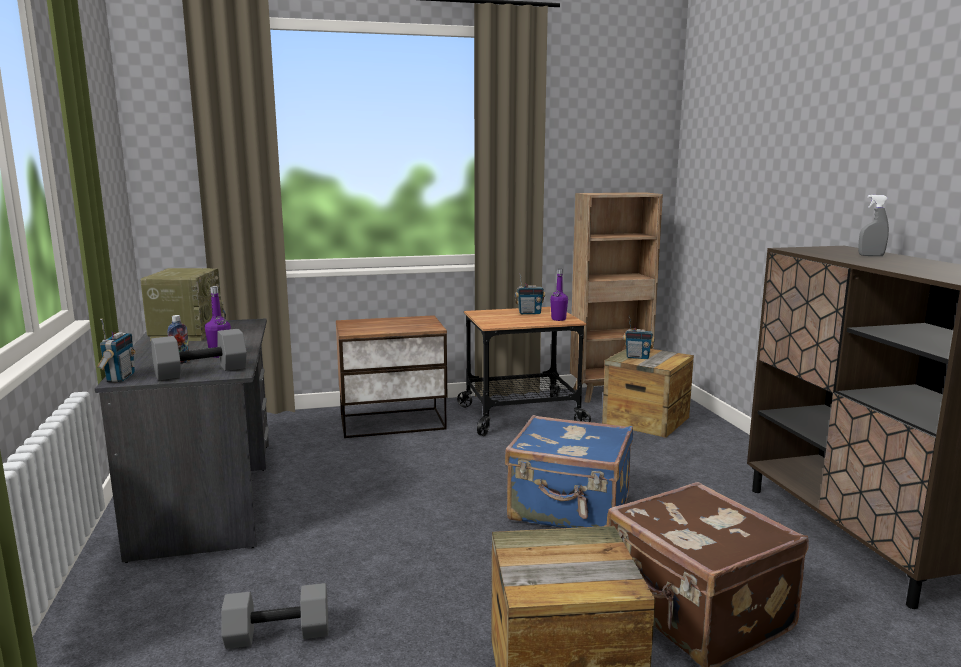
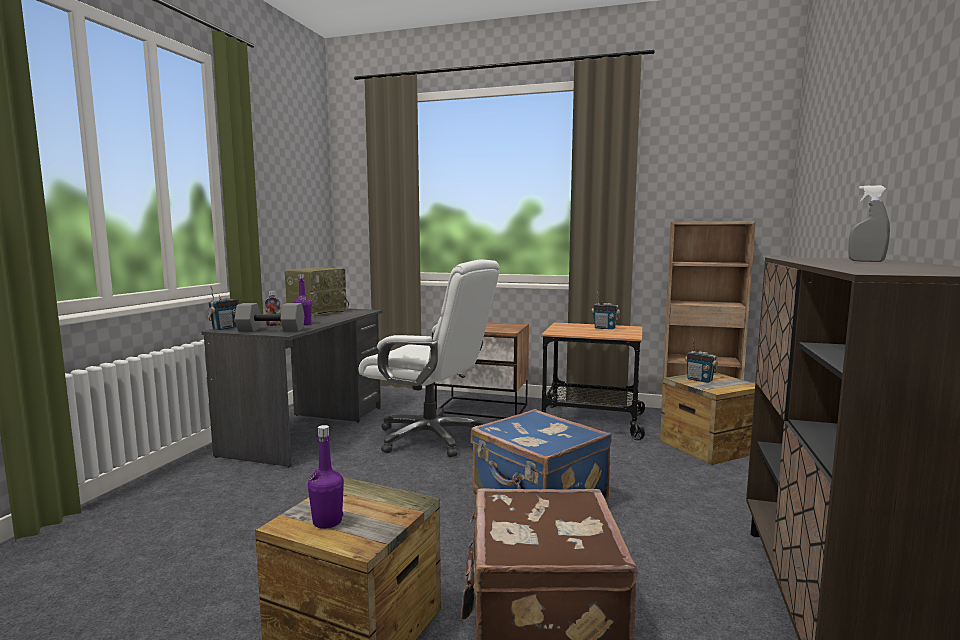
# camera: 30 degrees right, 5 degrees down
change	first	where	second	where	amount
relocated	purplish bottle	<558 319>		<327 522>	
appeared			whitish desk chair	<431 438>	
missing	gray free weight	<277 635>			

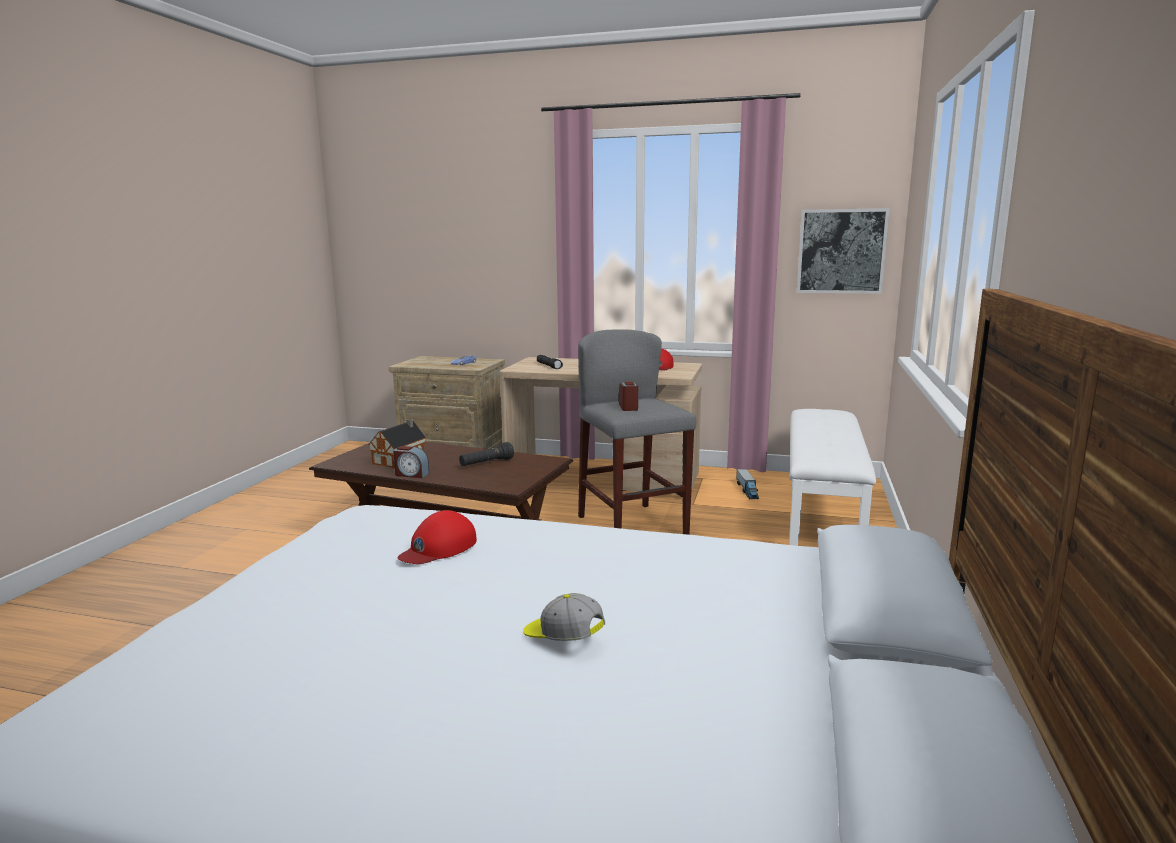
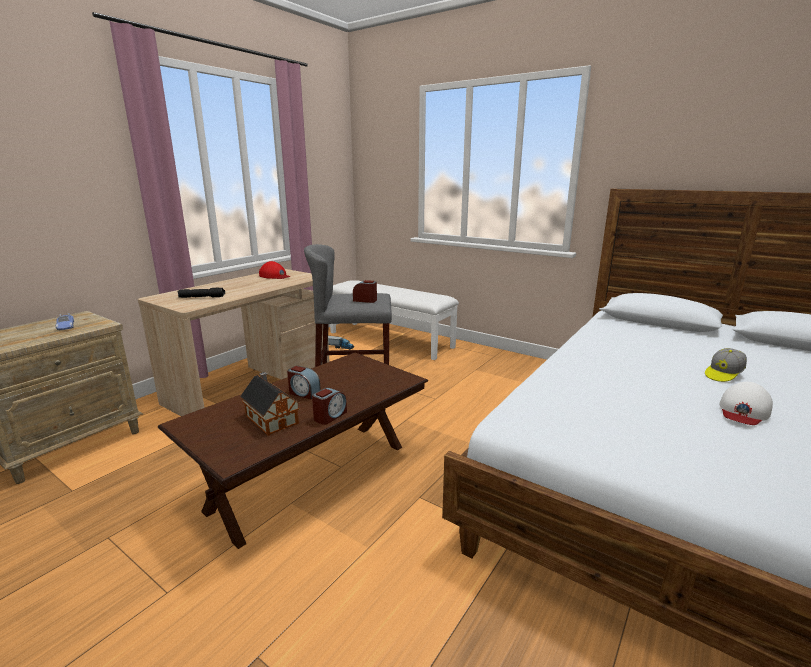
# camera: 70 degrees left, 5 degrees up
change	first	where	second	where	amount
appeared			table clock	<304 393>	
appeared			whitish peaked cap	<743 410>	
missing	red peaked cap	<438 548>			
missing	black hand torch	<486 463>			
missing	wall picture	<841 251>			

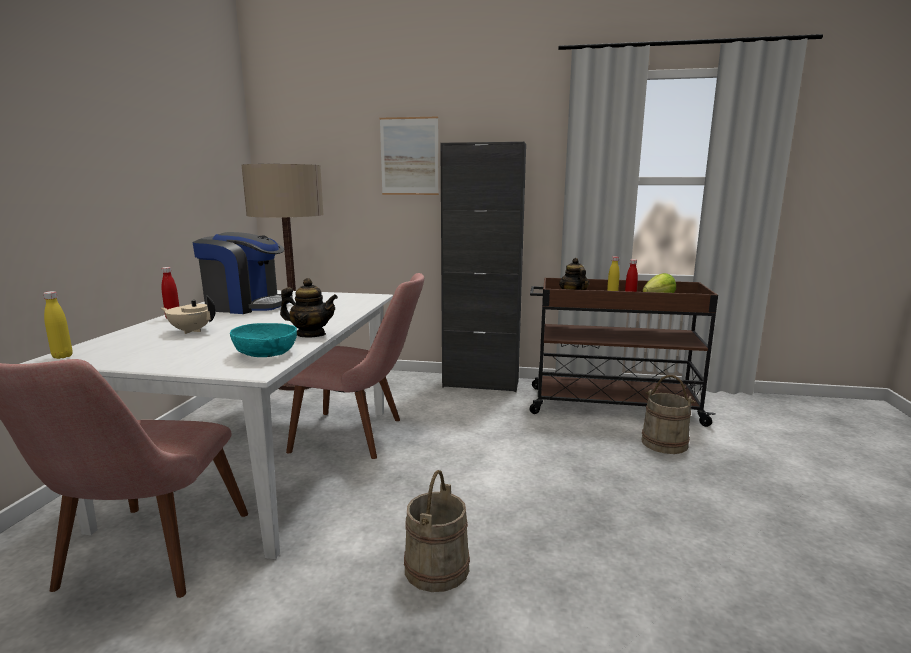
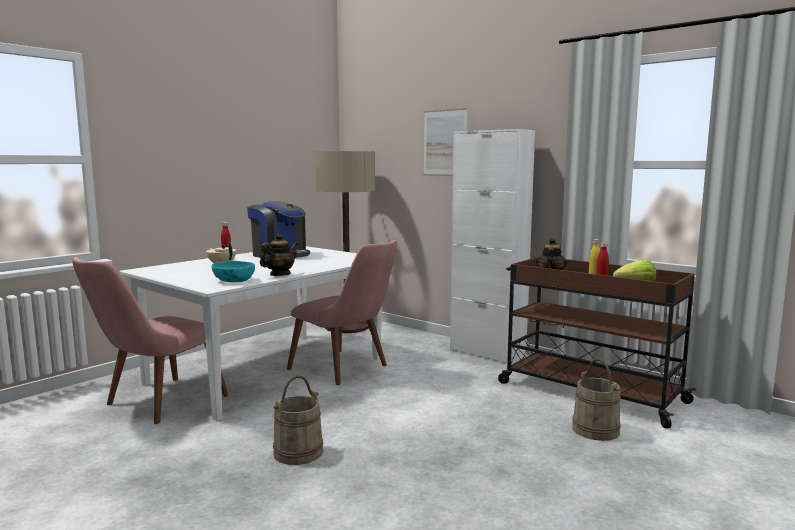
# camera: 30 degrees right, 5 degrees down
change	first	where	second	where	amount
spun	tea pot	<311 335>		<279 275>	90 degrees counterclockwise
colour	black storage cabinet	<481 383>	whitish storage cabinet	<487 353>	
missing	yellowish bottle	<62 356>			

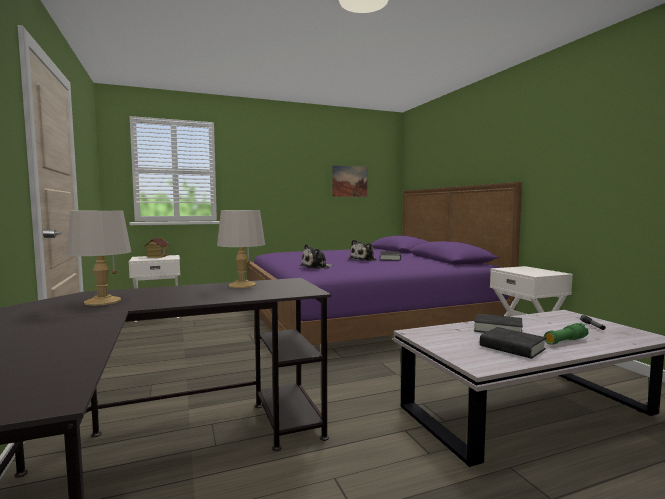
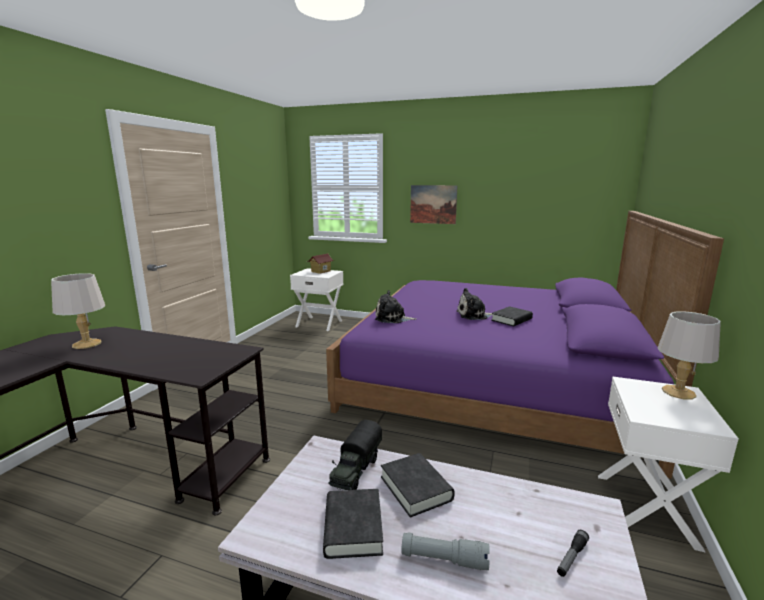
# camera: 40 degrees right, 10 degrees up
change	first	where	second	where	amount
appeared			toy lorry	<356 470>	
colour	greenish hand torch	<565 341>	gray hand torch	<444 559>	
relocated	wall picture	<349 181>		<433 204>	
relocated	gray tabletop lamp	<242 285>		<678 392>	

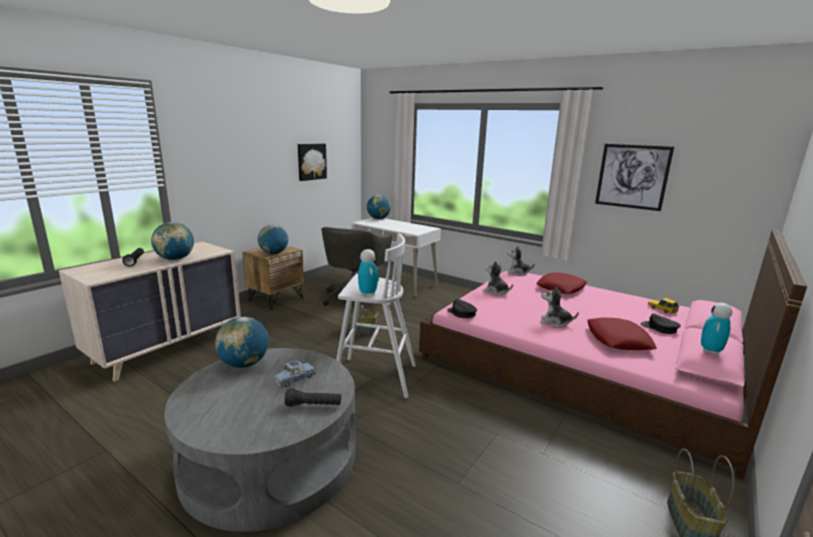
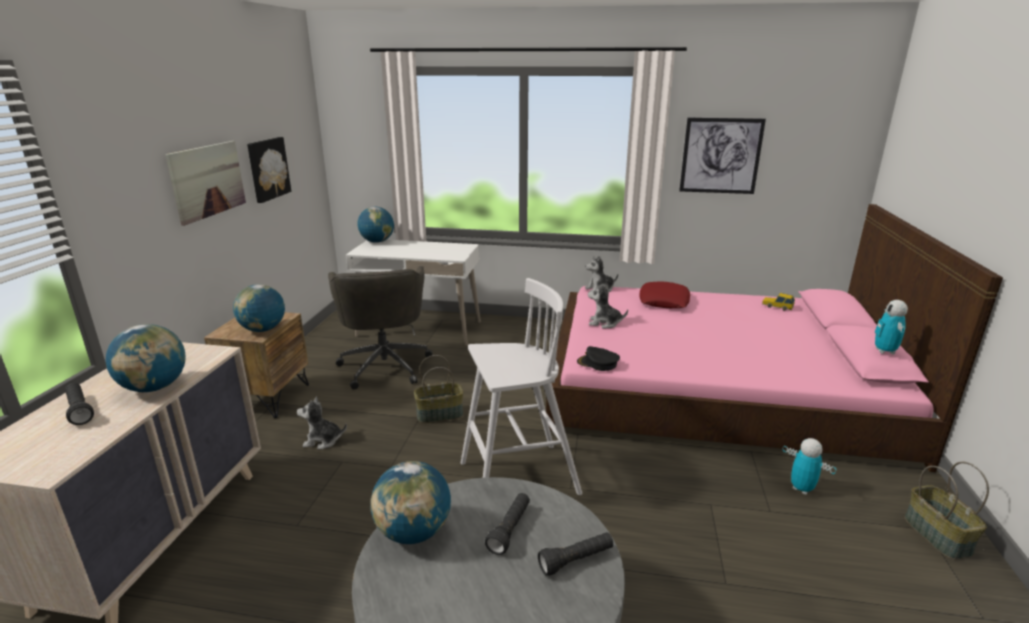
# camera: 25 degrees left, 5 degrees up
change	first	where	second	where	amount
appeared			wall picture	<208 180>	
relocated	plush toy	<555 322>		<323 440>	
exchanged	blue-coloured miniature car	<295 379>	black hand torch	<510 530>	
relocated	toy robot	<368 294>		<801 489>	
missing	red throw pillow	<618 340>			
missing	black peaked cap	<659 328>			

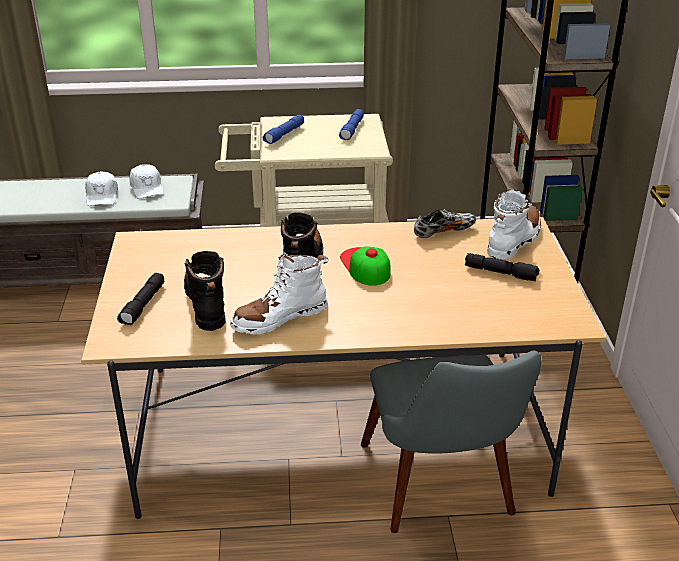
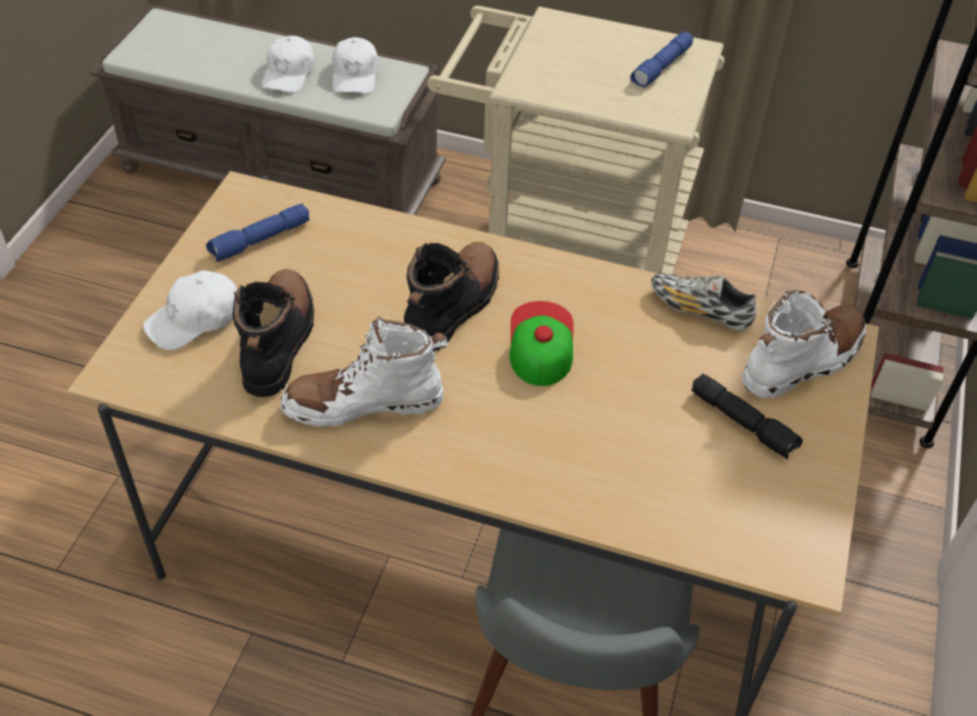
# camera: 20 degrees right, 15 degrees up
change	first	where	second	where	amount
exchanged	black hand torch	<143 305>	whitish peaked cap	<195 319>	
relocated	blue-coloured hand torch	<284 135>		<260 241>	
spun	low shoe	<444 232>		<699 310>	150 degrees counterclockwise

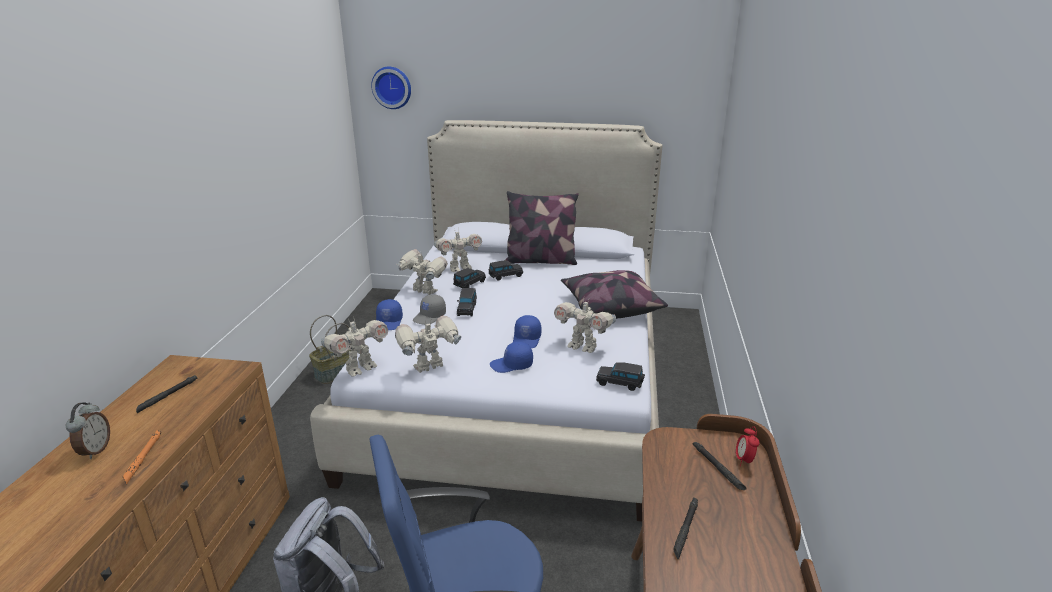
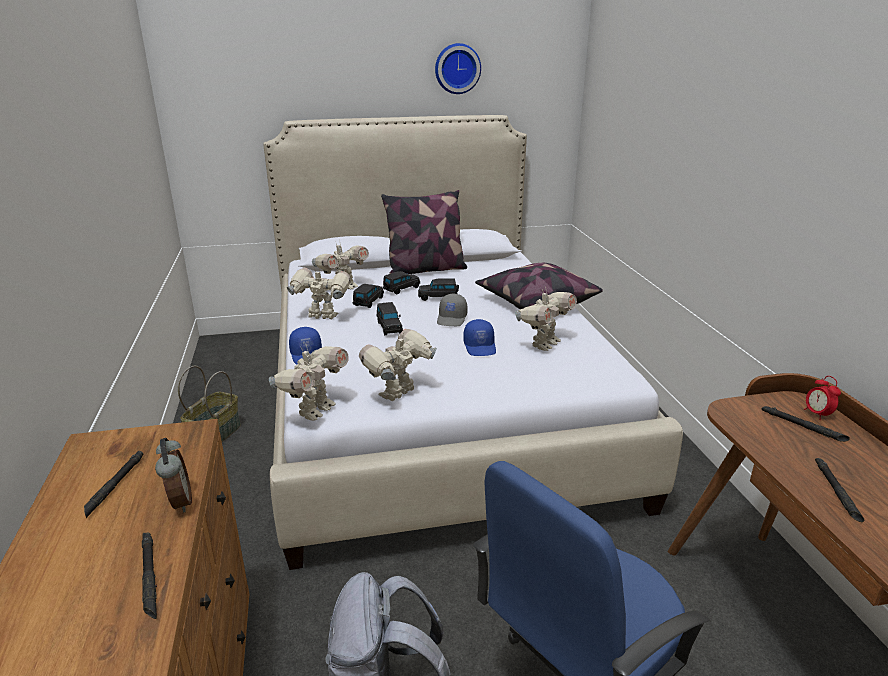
# camera: 20 degrees left, 0 degrees up
change	first	where	second	where	amount
colour	orange-coloured hand torch	<143 459>	black hand torch	<150 577>	
relocated	table clock	<95 450>		<179 502>	
relocated	black miniature car	<620 383>		<438 297>	
relocated	clock on the wall	<392 87>		<457 68>	
relocated	gray peaked cap	<430 317>		<452 319>	
spun	toy robot	<583 347>		<543 344>	60 degrees counterclockwise
missing	blue-coloured peaked cap	<511 365>			

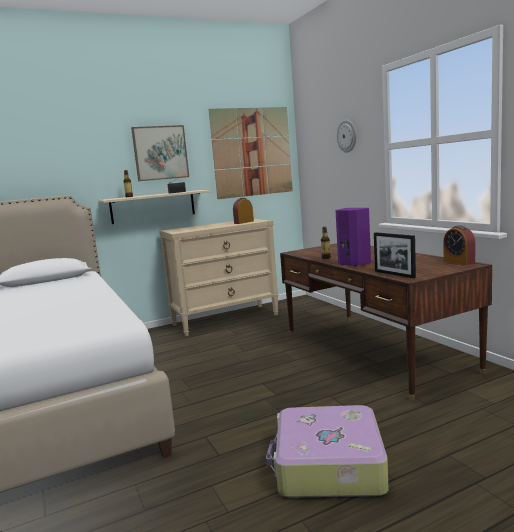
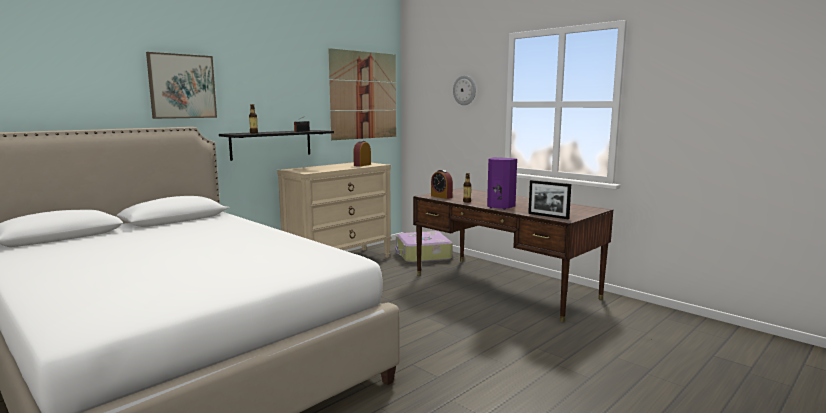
# camera: 20 degrees left, 0 degrees up
change	first	where	second	where	amount
relocated	wall picture	<160 153>		<182 86>	
colour	beige-coloured wall shelf	<153 206>	black wall shelf	<271 144>	
relocated	piece of luggage	<328 466>		<422 255>	
relocated	table clock	<459 262>		<441 197>	

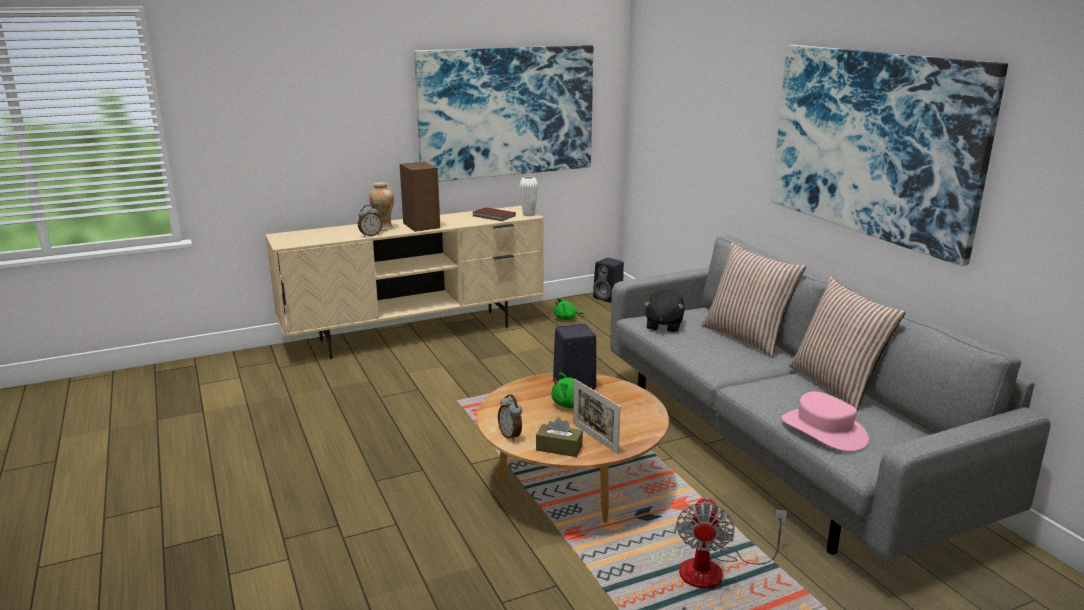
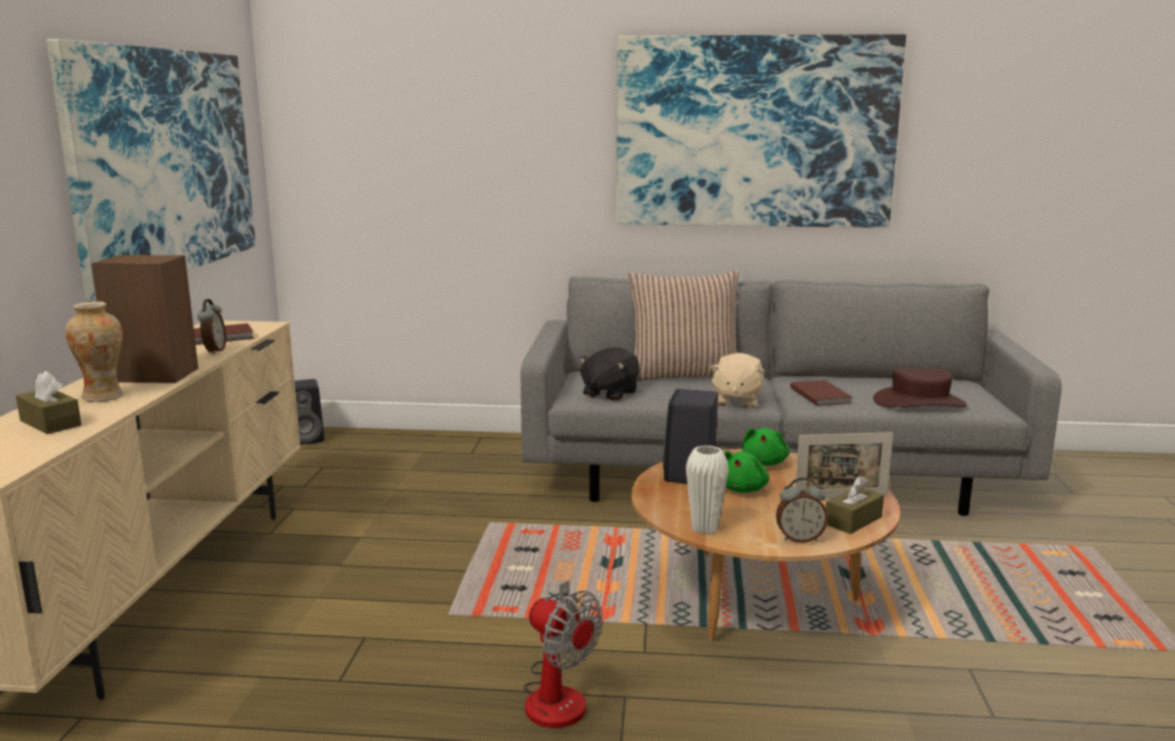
# camera: 60 degrees left, 5 degrees down
change	first	where	second	where	amount
appeared			brown tissue holder	<50 423>	
relocated	table clock	<370 235>		<214 351>	
relocated	fan	<714 570>		<558 693>	
spun	black plush toy	<663 326>		<609 393>	75 degrees clockwise
relocated	whitish flower vase	<528 215>		<704 528>	
appeared			beige-coloured plush toy	<736 401>	
relocated	greenish plush toy	<566 318>		<765 463>	
appeared			brown book	<821 395>	
colour	pink-coloured hat	<824 430>	brown hat	<919 402>	
missing	throw pillow	<836 385>			

